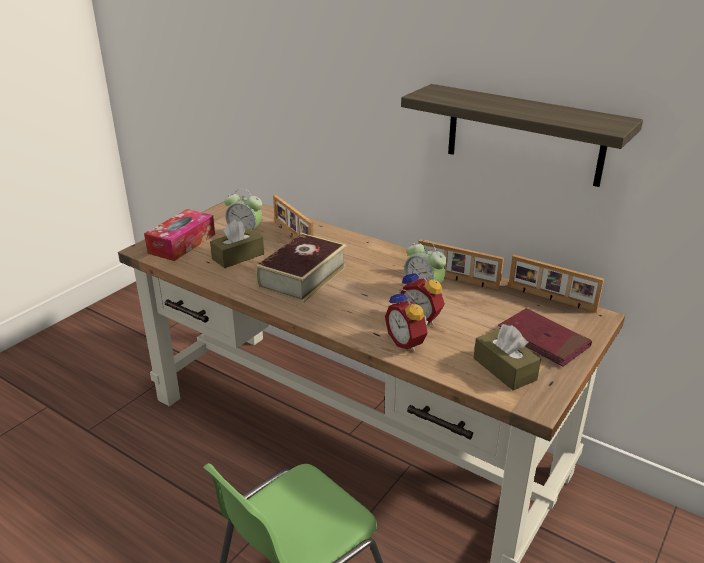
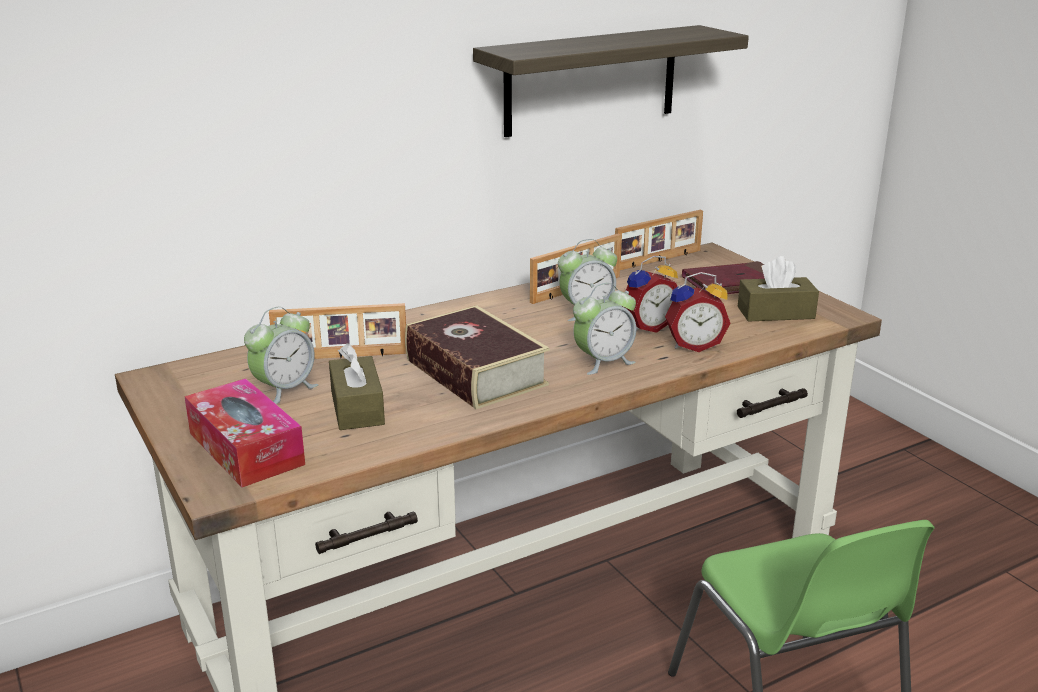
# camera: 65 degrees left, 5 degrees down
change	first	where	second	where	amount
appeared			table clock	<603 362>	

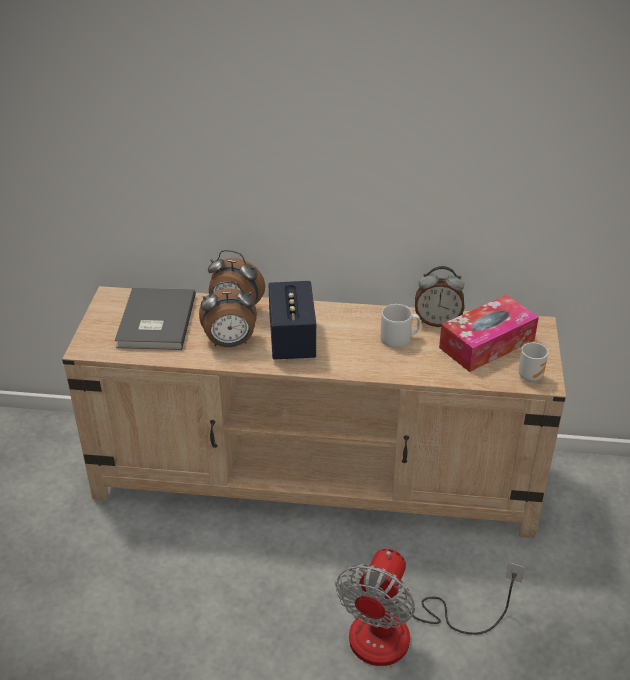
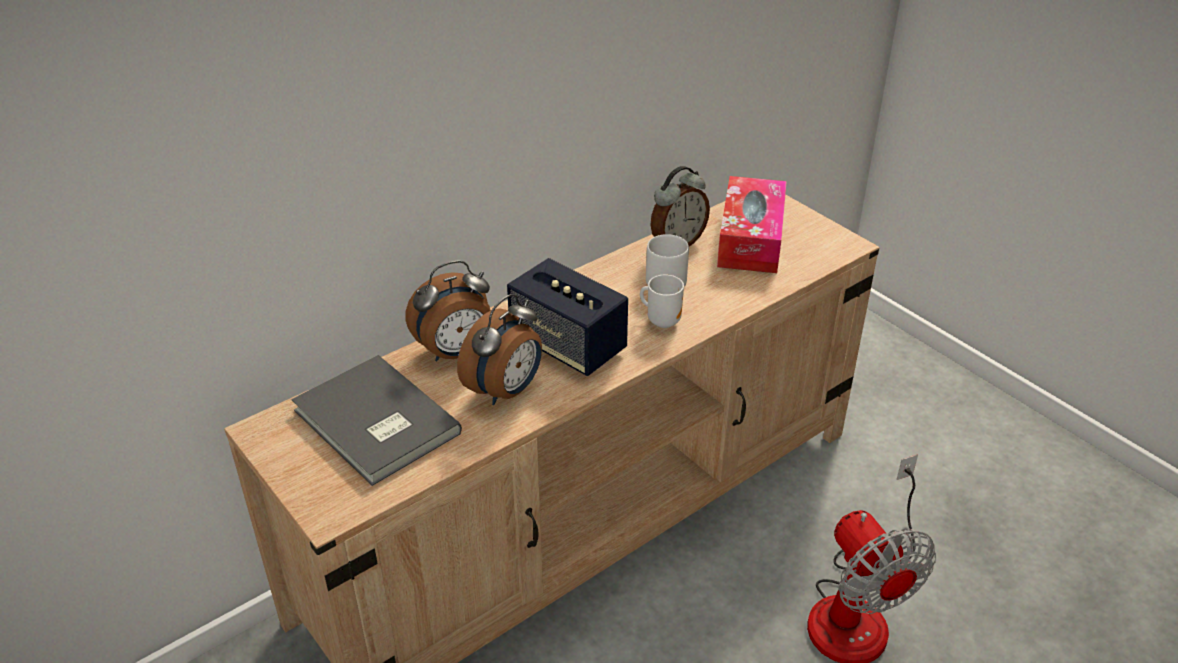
# camera: 45 degrees left, 0 degrees up
change	first	where	second	where	amount
relocated	tea mug	<530 375>		<662 320>	

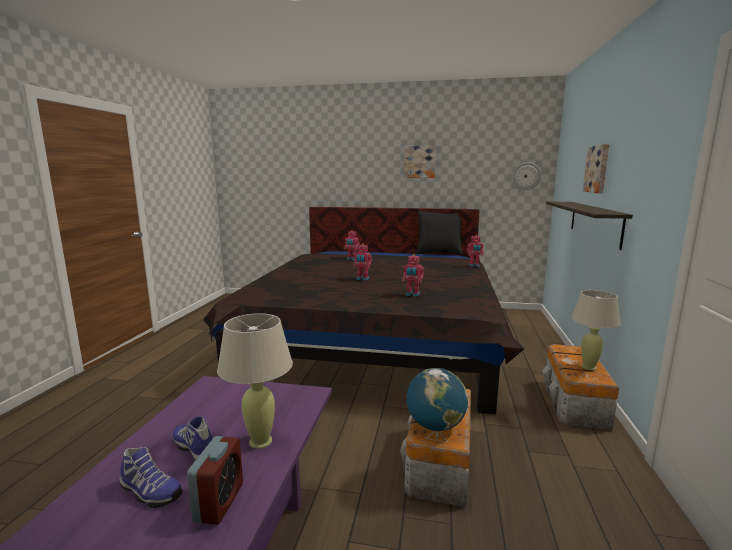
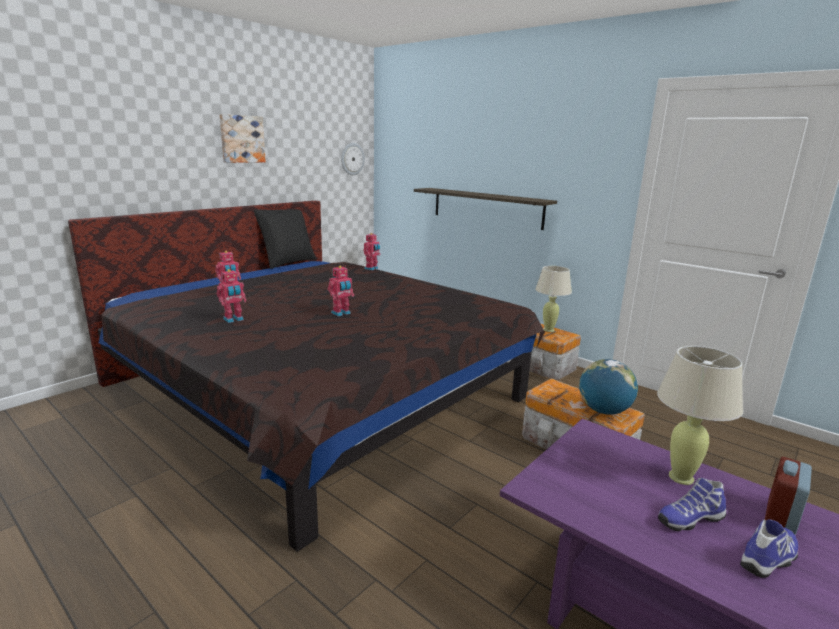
# camera: 60 degrees left, 5 degrees up
change	first	where	second	where	amount
relocated	toy robot	<412 294>		<234 320>	
spun	table clock	<219 502>		<781 517>	90 degrees counterclockwise
missing	wall picture	<598 169>			

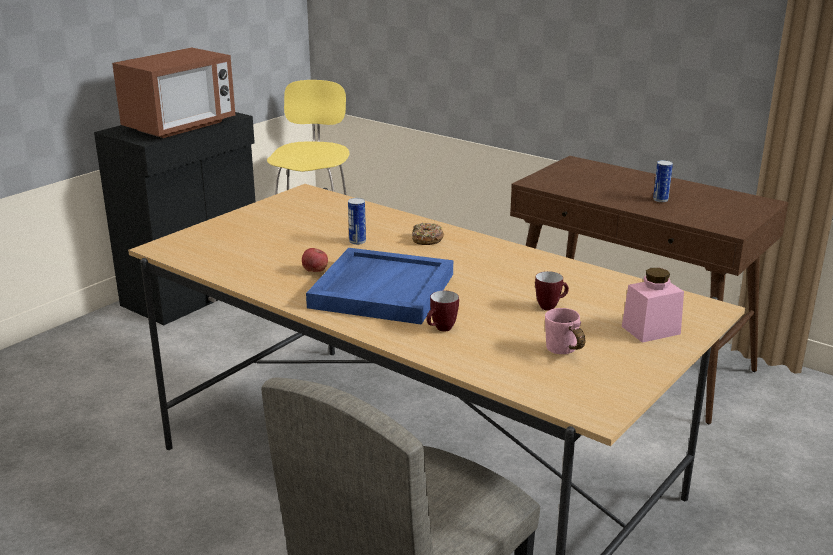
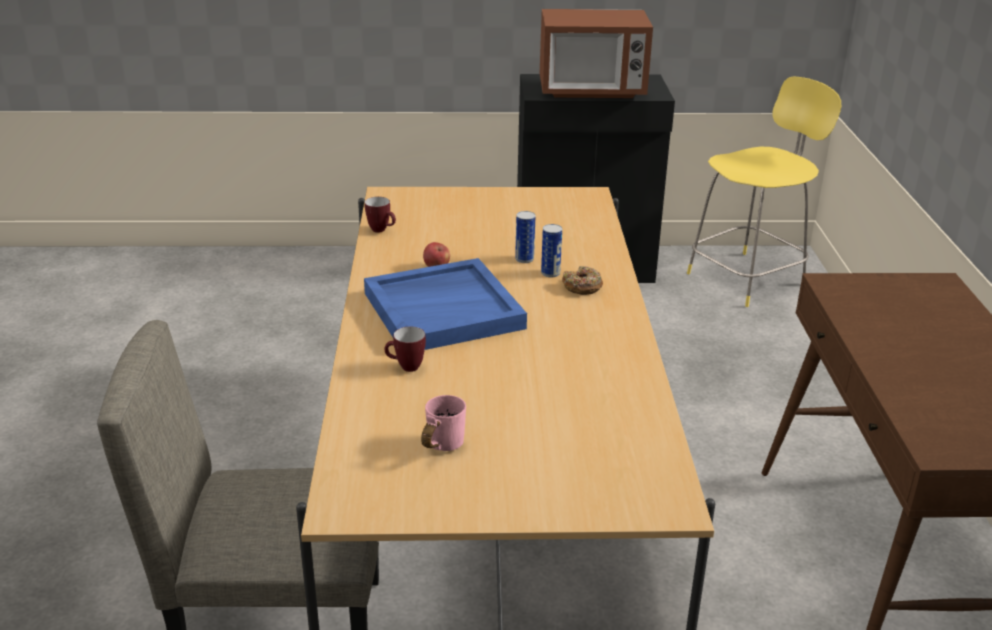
# camera: 50 degrees right, 5 degrees up
change	first	where	second	where	amount
relocated	tea mug	<550 306>		<382 230>	
relocated	metal can	<660 200>		<550 273>	
missing	pink-coloured jar	<650 330>			

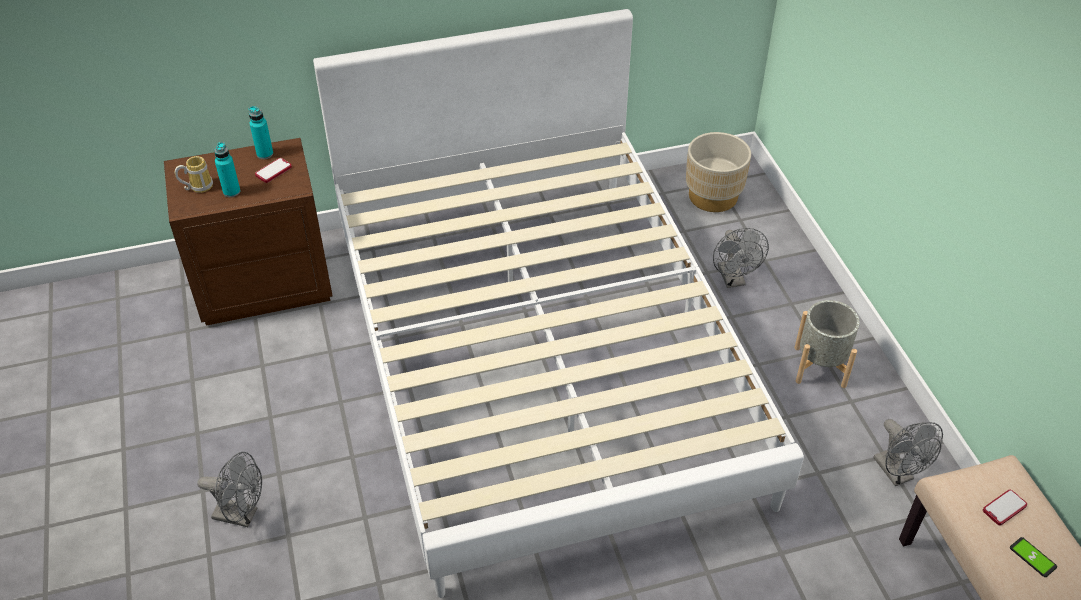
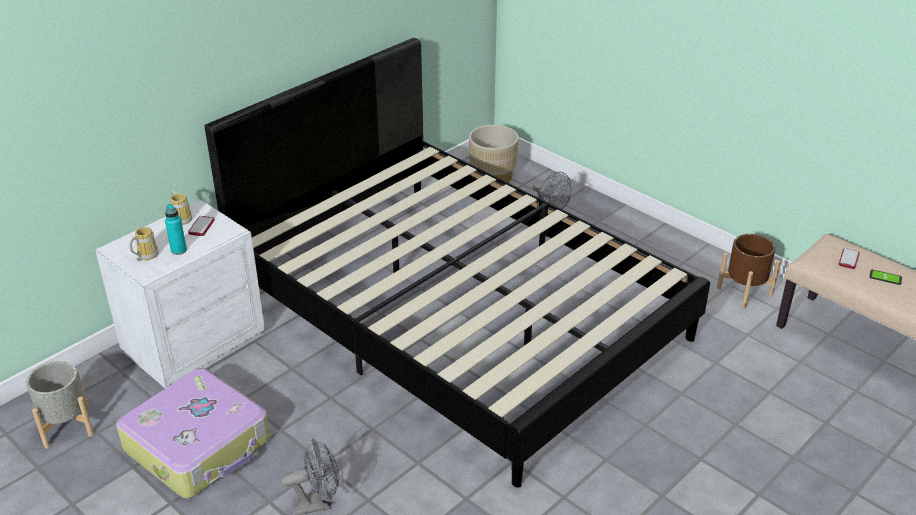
# camera: 30 degrees left, 10 degrees down
change	first	where	second	where	amount
relocated	gray plant pot	<820 366>		<67 426>	
colour	brown night table	<264 283>	whitish night table	<193 344>	
appeared			piece of luggage	<199 445>	
exchanged	turquoise bottle	<265 154>	tea mug	<182 218>	
colour	whitish sleeping bed	<541 355>	black sleeping bed	<458 311>	
exchanged	gray fan	<897 474>	brown plant pot	<744 291>	

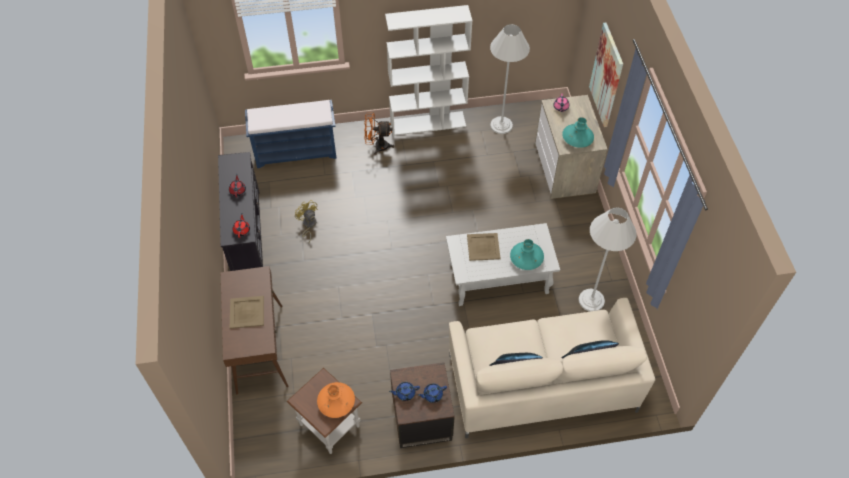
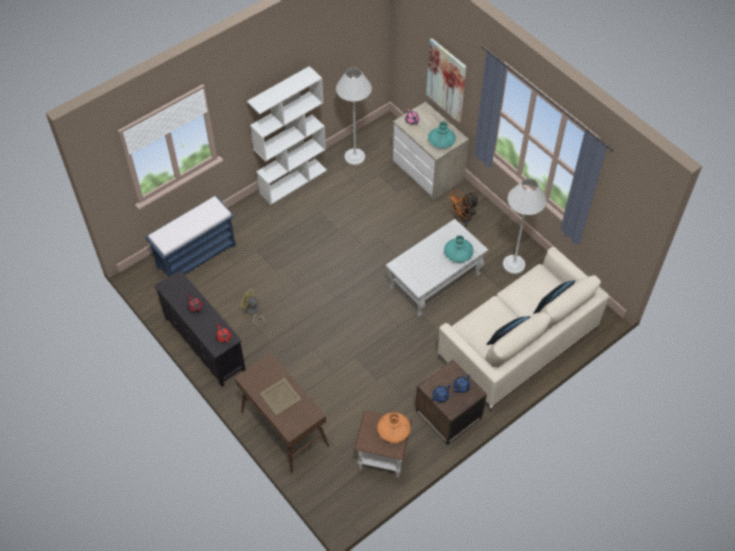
# camera: 30 degrees left, 0 degrees up
change	first	where	second	where	amount
relocated	orange-coloured fan	<377 146>		<462 219>	
missing	beige-coloured serving tray	<483 247>			

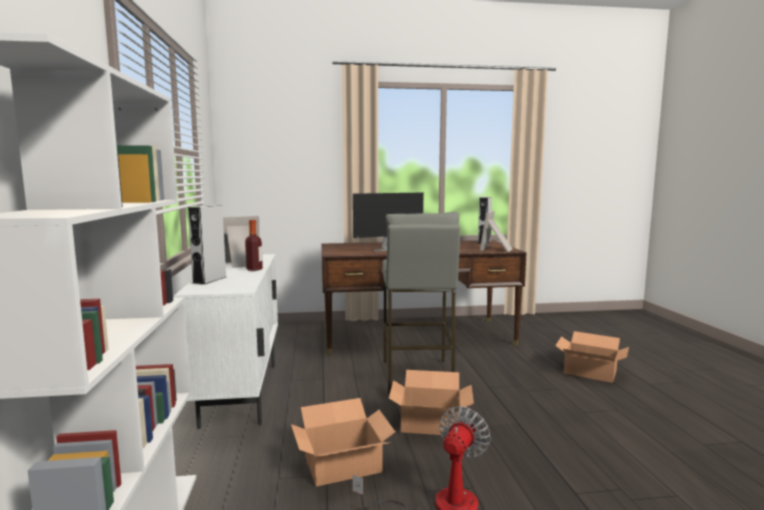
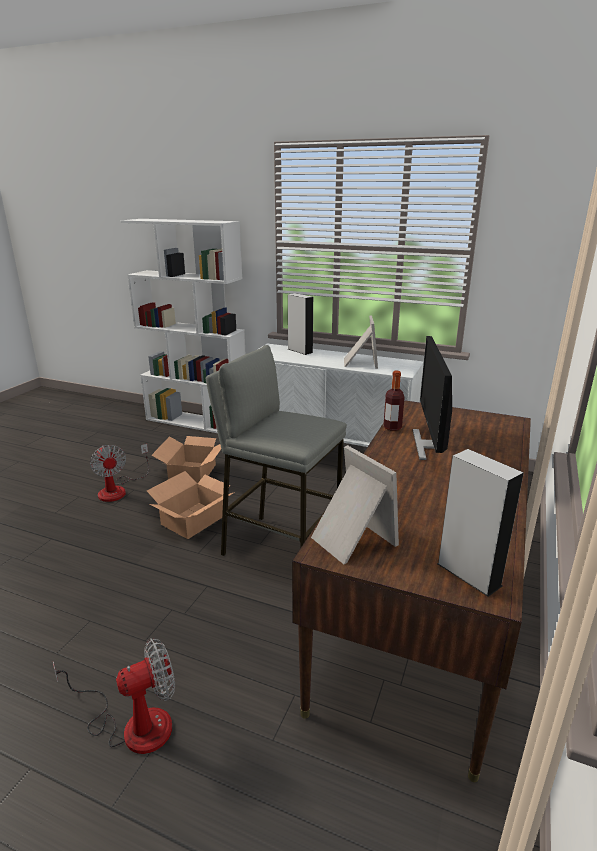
# camera: 120 degrees right, 15 degrees up
change	first	where	second	where	amount
exchanged	carton	<590 372>	fan	<133 724>	
relocated	bottle	<254 269>		<392 427>	

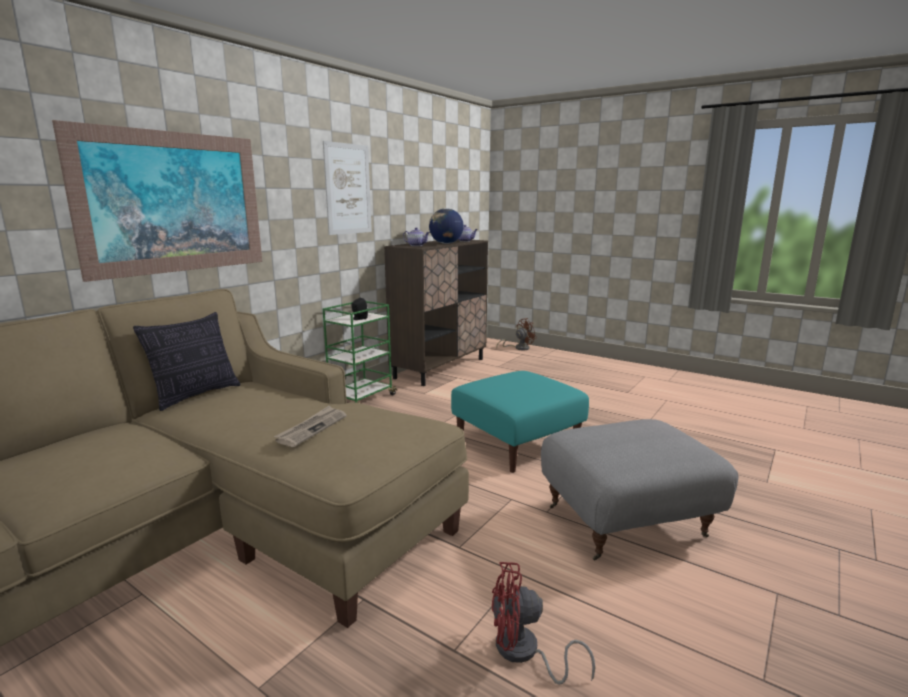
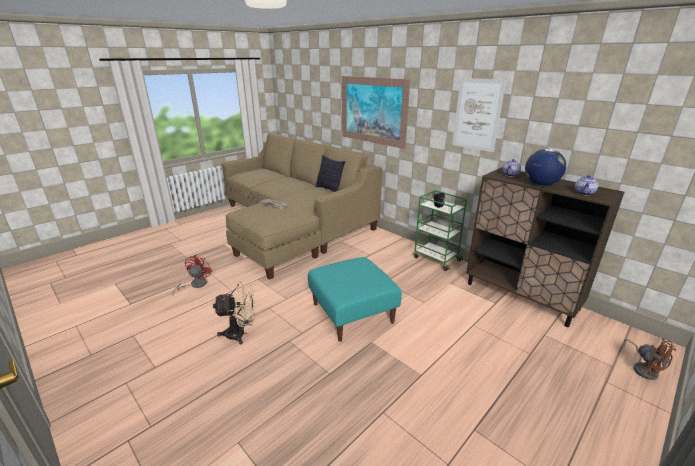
# camera: 100 degrees right, 10 degrees up
change	first	where	second	where	amount
exchanged	gray ottoman	<627 523>	beige-coloured fan	<241 334>	

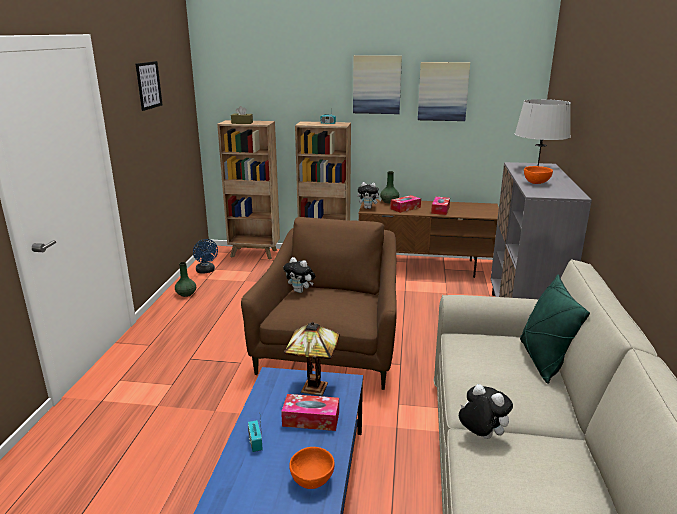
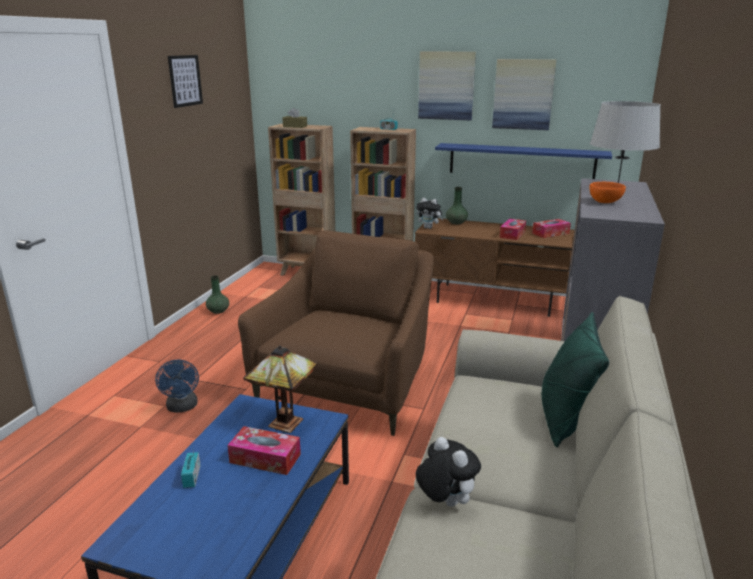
# camera: 10 degrees right, 0 degrees up
change	first	where	second	where	amount
relocated	blue-coloured fan	<206 271>		<182 407>	
appeared			blue-coloured wall shelf	<521 162>	
relocated	tissue holder	<405 208>		<550 233>	
missing	plush toy	<300 291>			
missing	orange-coloured deep dish	<311 480>			

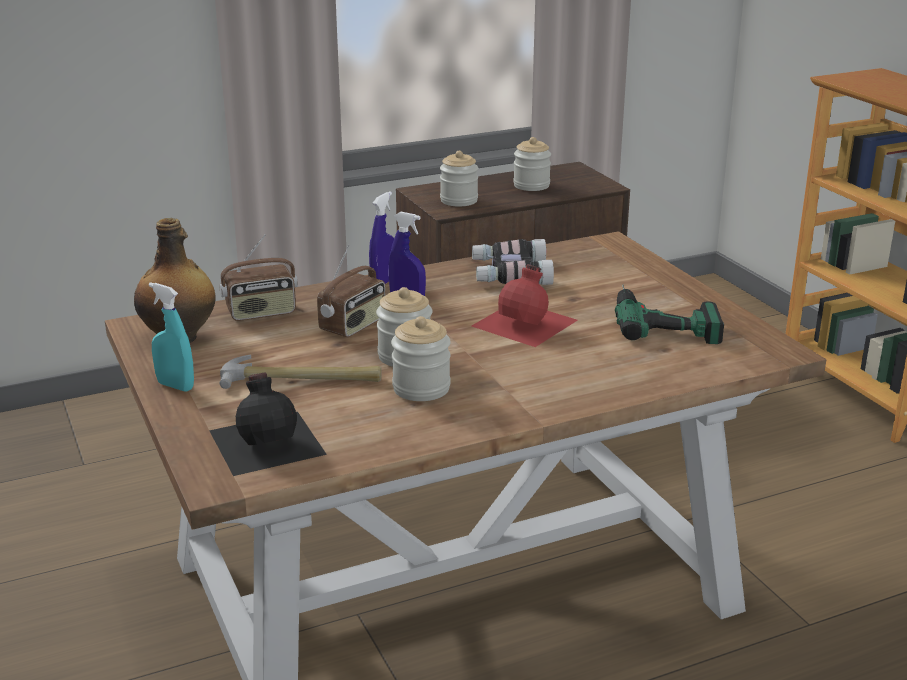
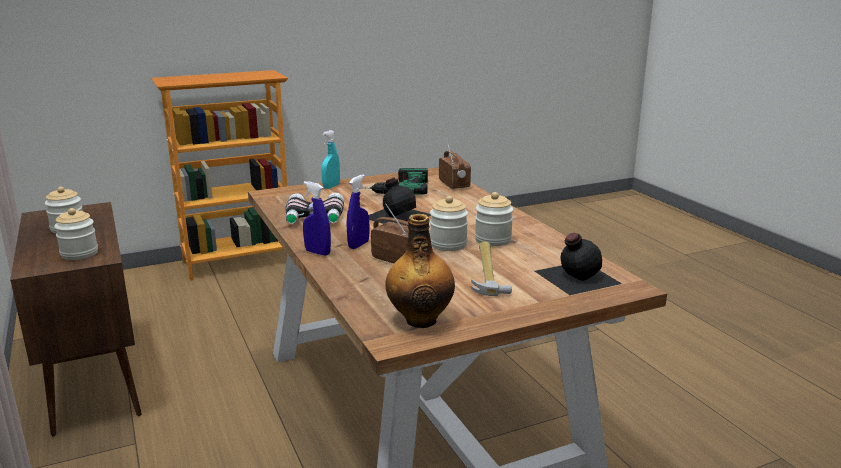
# camera: 90 degrees left, 5 degrees down
change	first	where	second	where	amount
relocated	turquoise hand sprayer	<175 386>		<331 186>	
colour	red bottle	<526 322>	black bottle	<397 215>	
relocated	radio set	<261 313>		<454 184>	

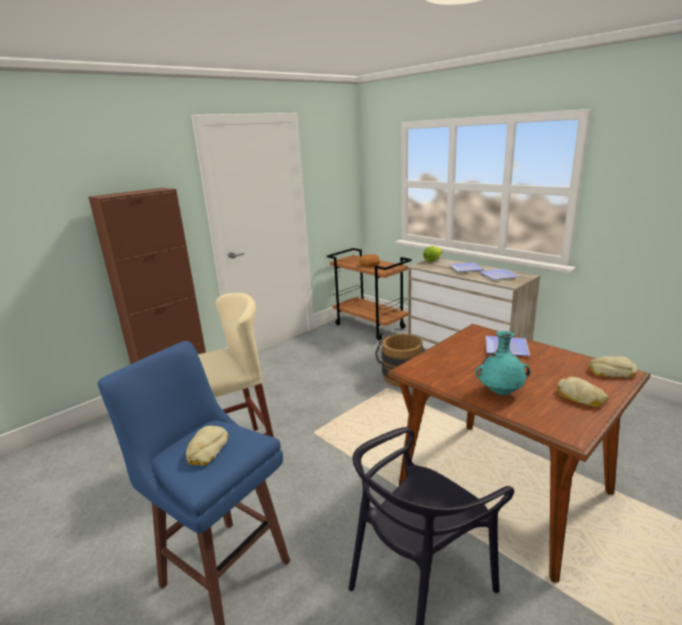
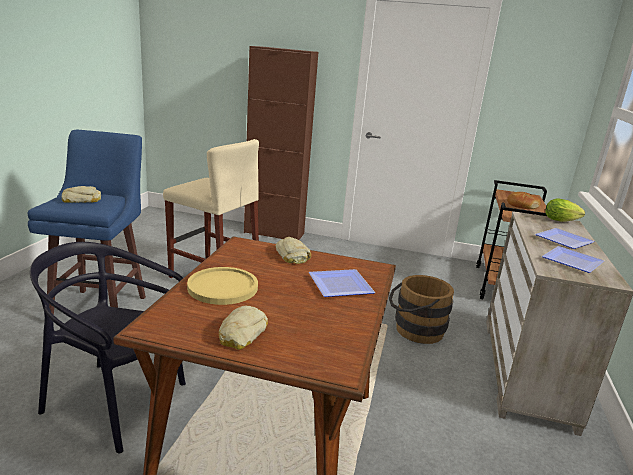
# camera: 55 degrees right, 0 degrees up
change	first	where	second	where	amount
exchanged	turquoise flower vase	<501 392>	yellowish flat dish	<223 287>	
relocated	baked bread	<610 371>		<292 255>	

